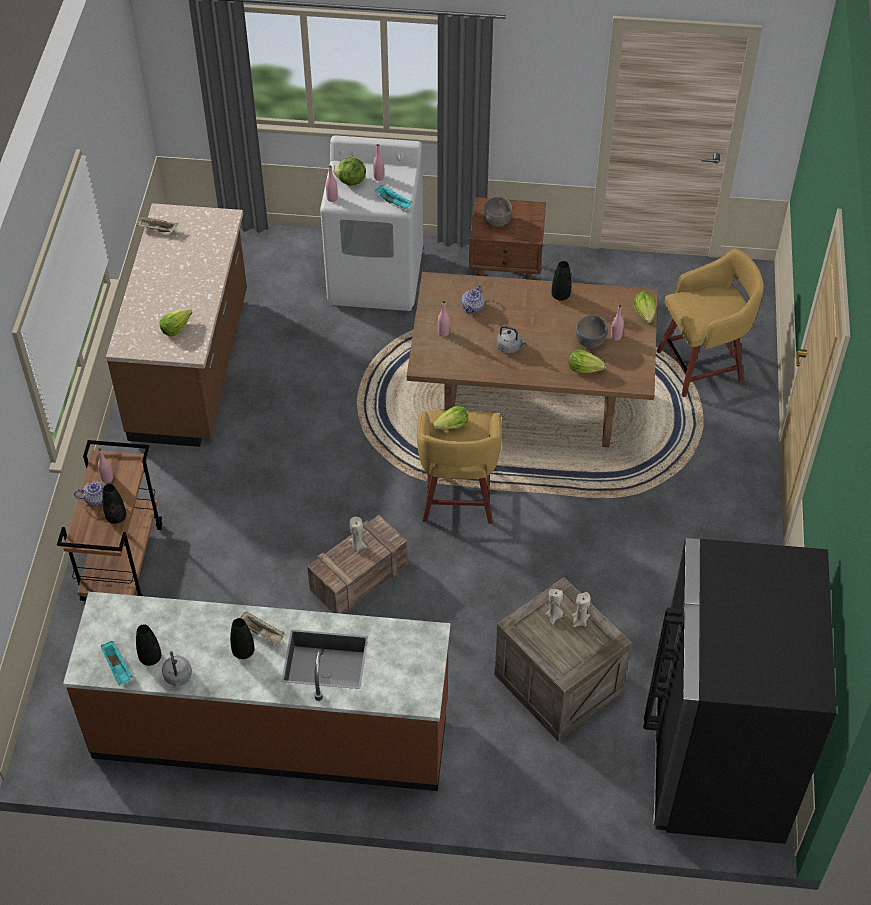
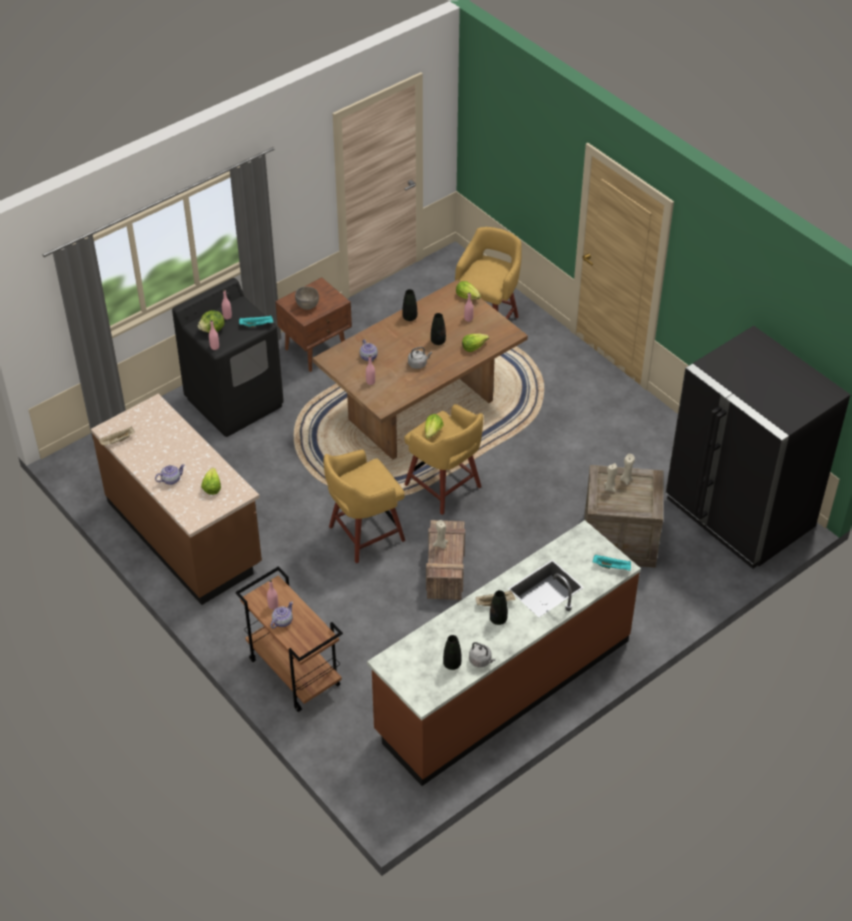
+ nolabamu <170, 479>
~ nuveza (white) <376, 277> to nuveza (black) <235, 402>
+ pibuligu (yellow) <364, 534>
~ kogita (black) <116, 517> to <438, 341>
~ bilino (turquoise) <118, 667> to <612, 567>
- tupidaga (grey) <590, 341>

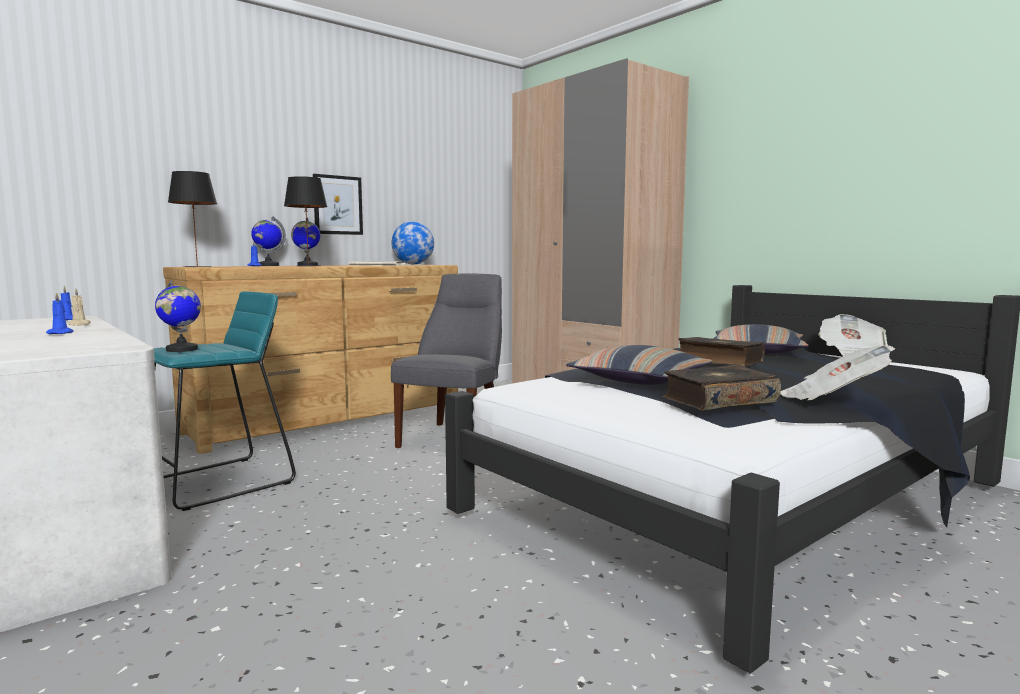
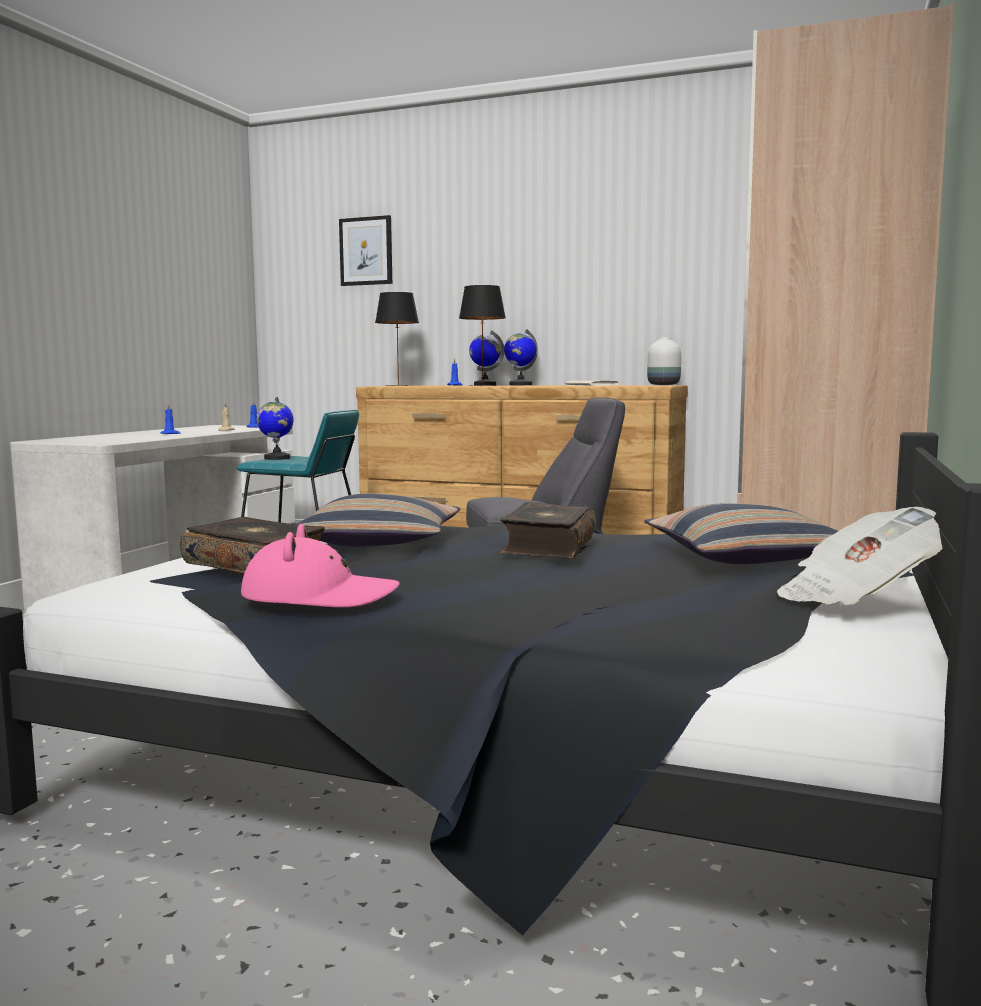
~ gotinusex <833, 399> to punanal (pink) <319, 596>
~ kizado <338, 205> to <366, 251>
~ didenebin <413, 264> to kogita (white) <663, 385>

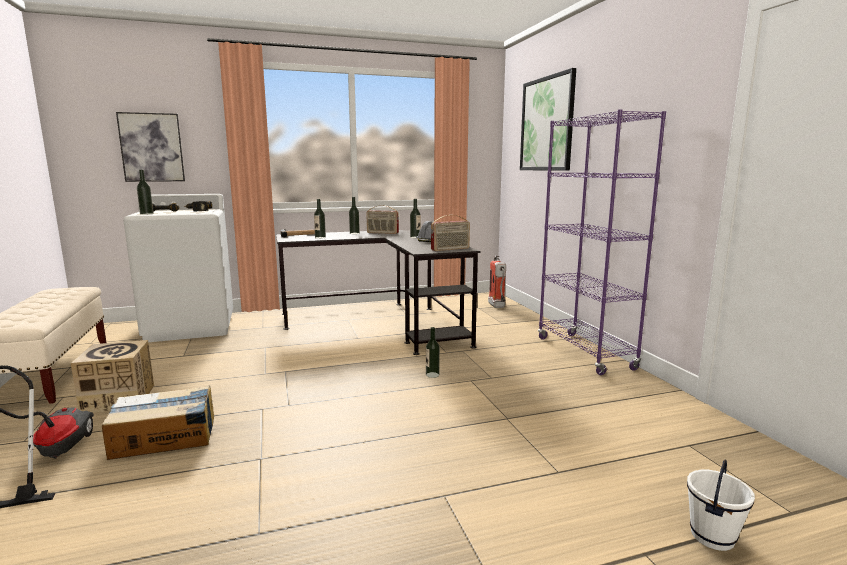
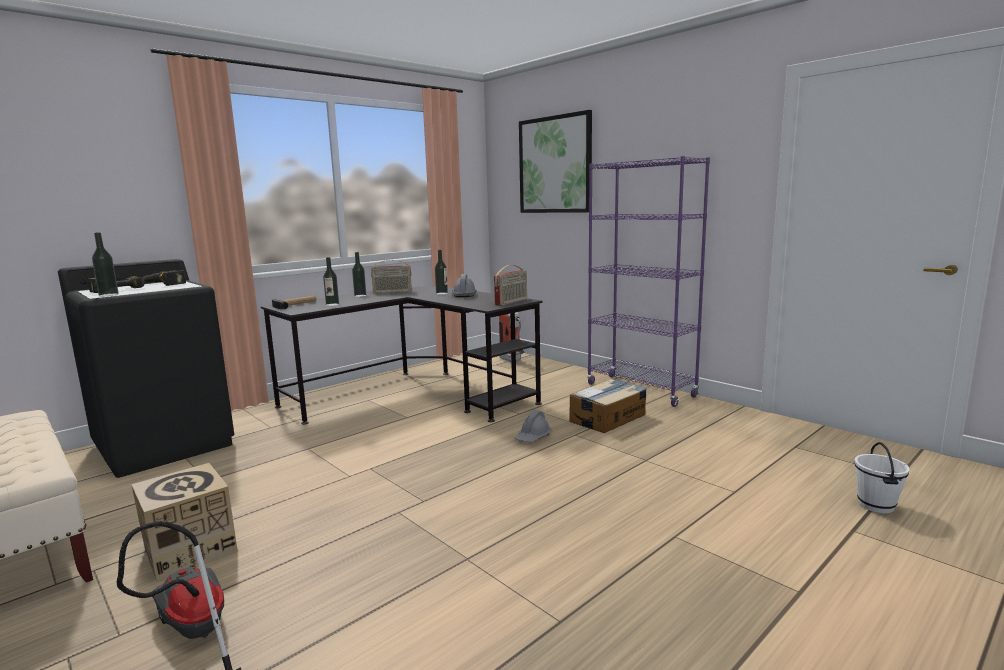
~ nuveza (white) <191, 327> to nuveza (black) <165, 445>
~ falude <432, 375> to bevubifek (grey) <533, 437>
~ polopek <165, 437> to <608, 418>
- kizado <152, 147>

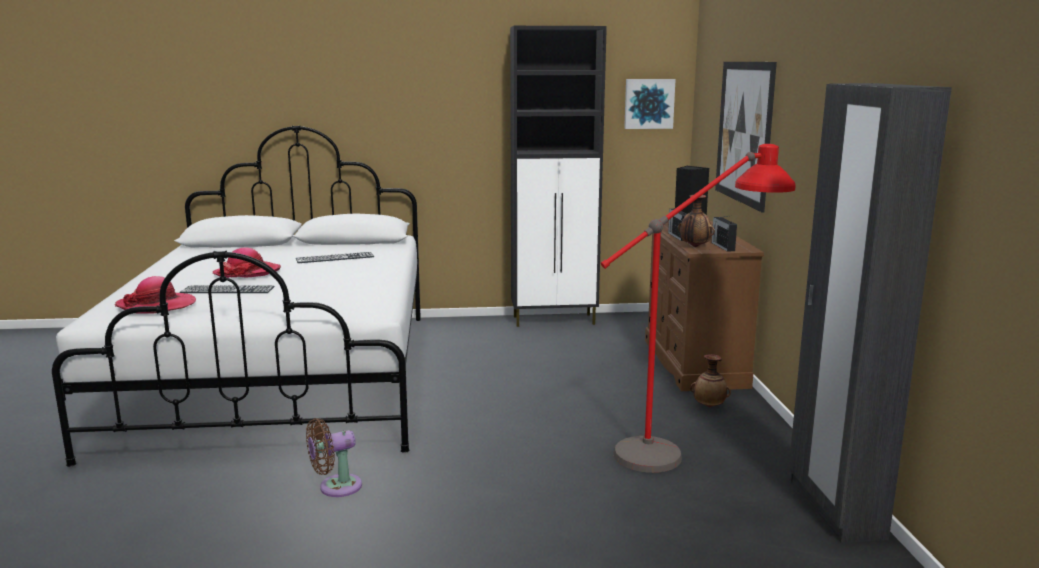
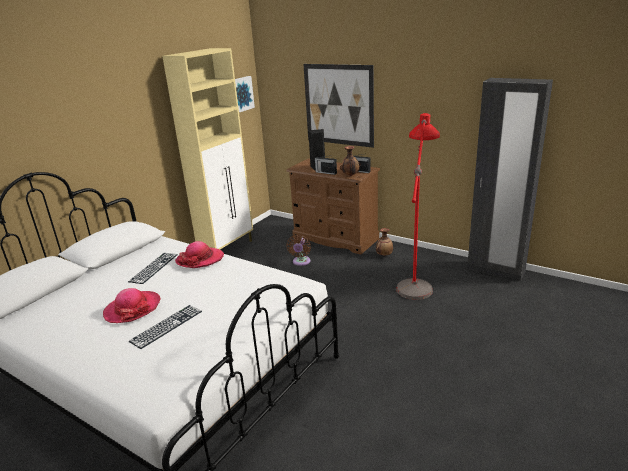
~ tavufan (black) <555, 320> to tavufan (beige) <227, 249>
~ punanal <157, 306> to <200, 259>
~ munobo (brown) <336, 487> to <301, 262>

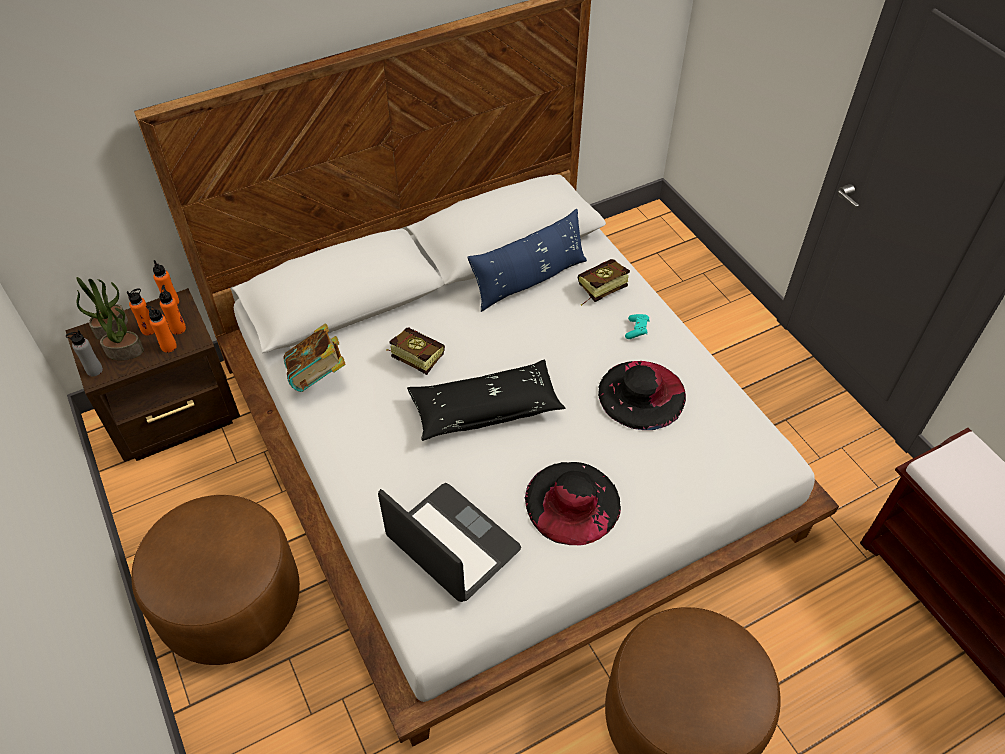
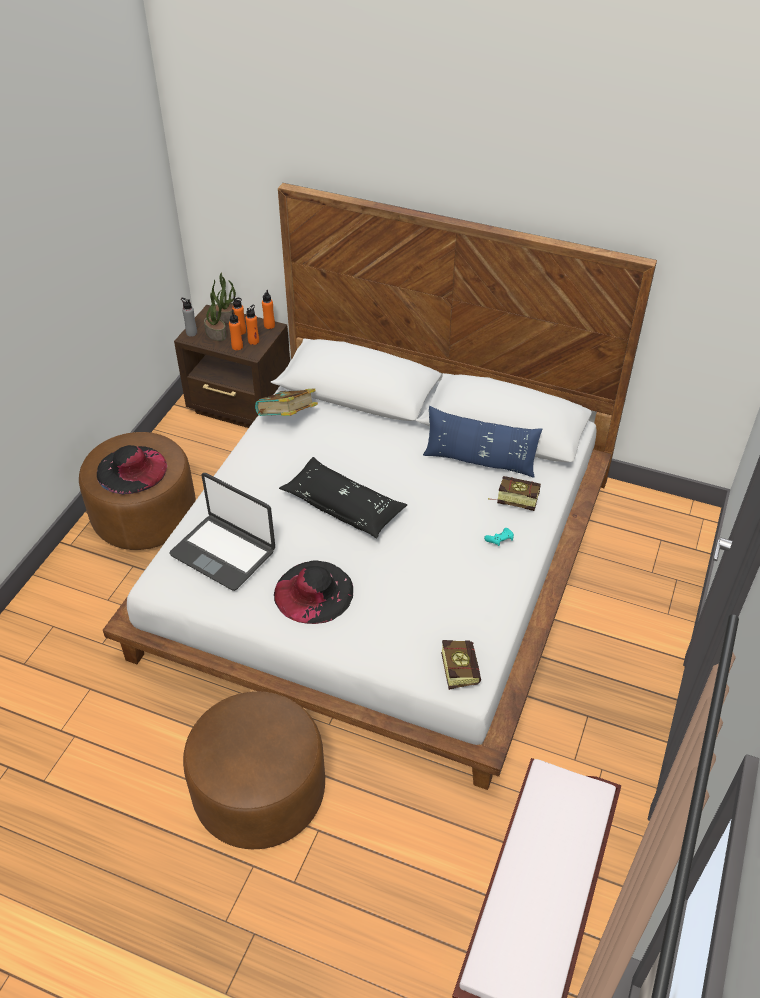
~ punanal (black) <642, 394> to <131, 469>
~ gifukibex <452, 544> = <223, 552> 120 degrees clockwise
~ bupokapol <413, 356> to <458, 667>

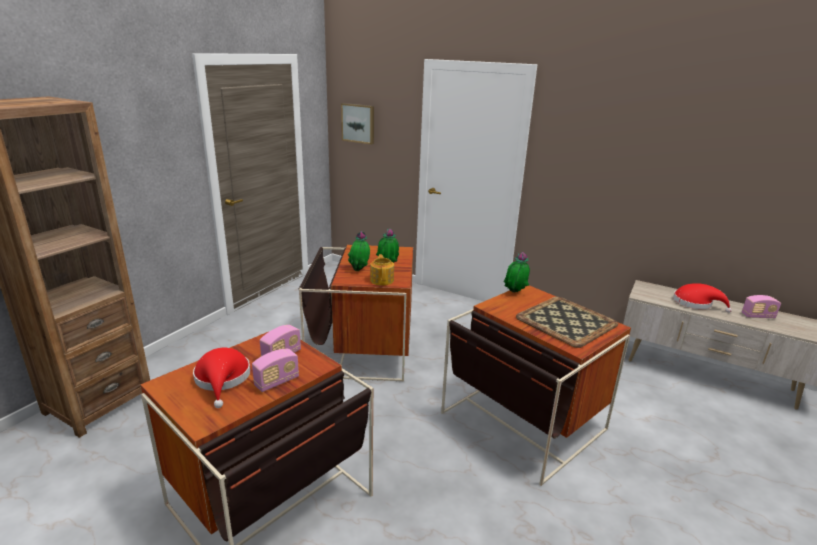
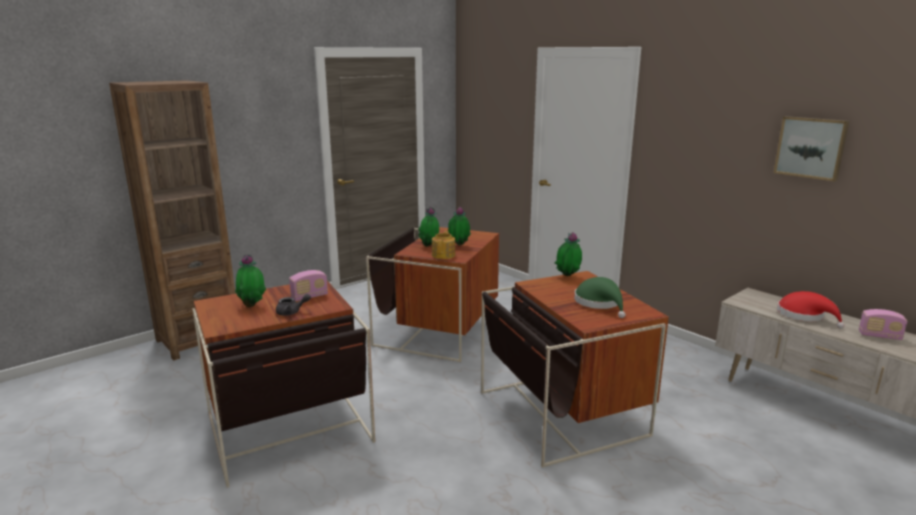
~ punanal (red) <222, 379> to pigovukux <252, 305>
~ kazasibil <277, 382> to nolabamu (grey) <291, 312>
~ bilino <566, 321> to punanal (green) <599, 303>
~ kizado <358, 123> to <811, 147>

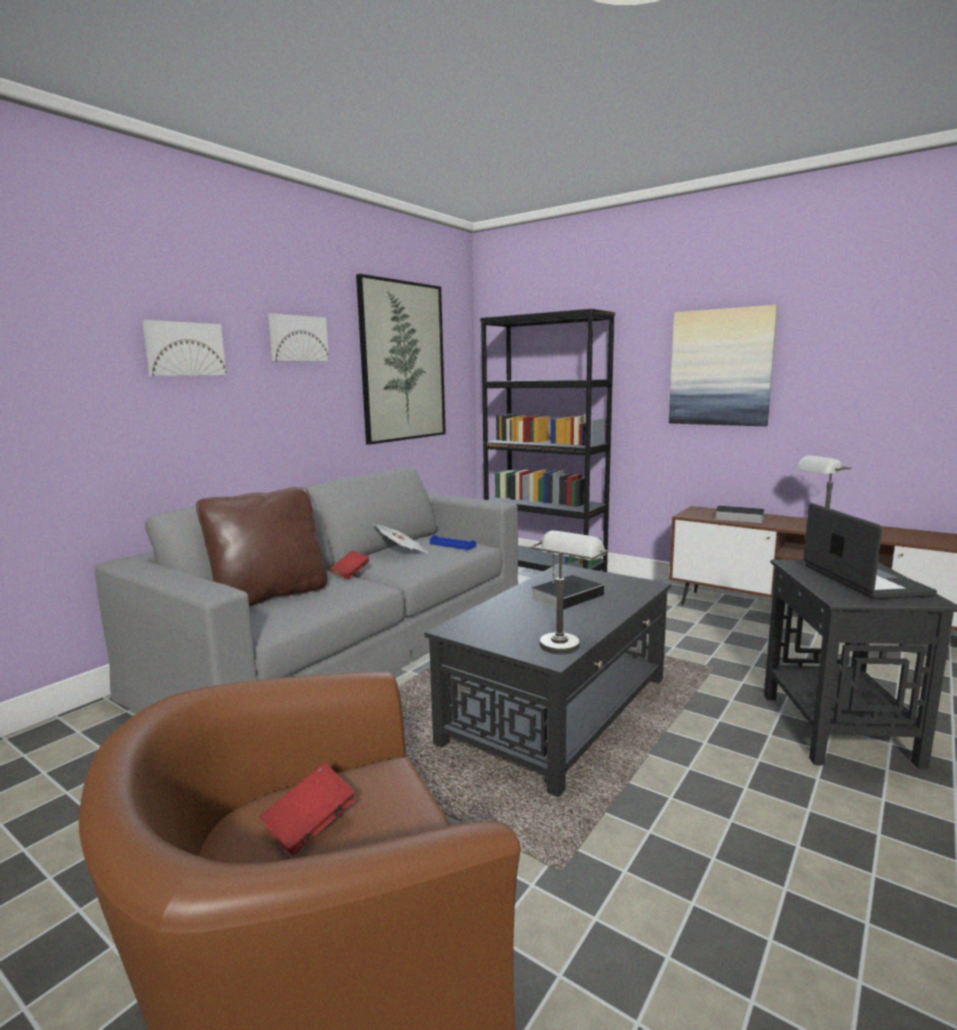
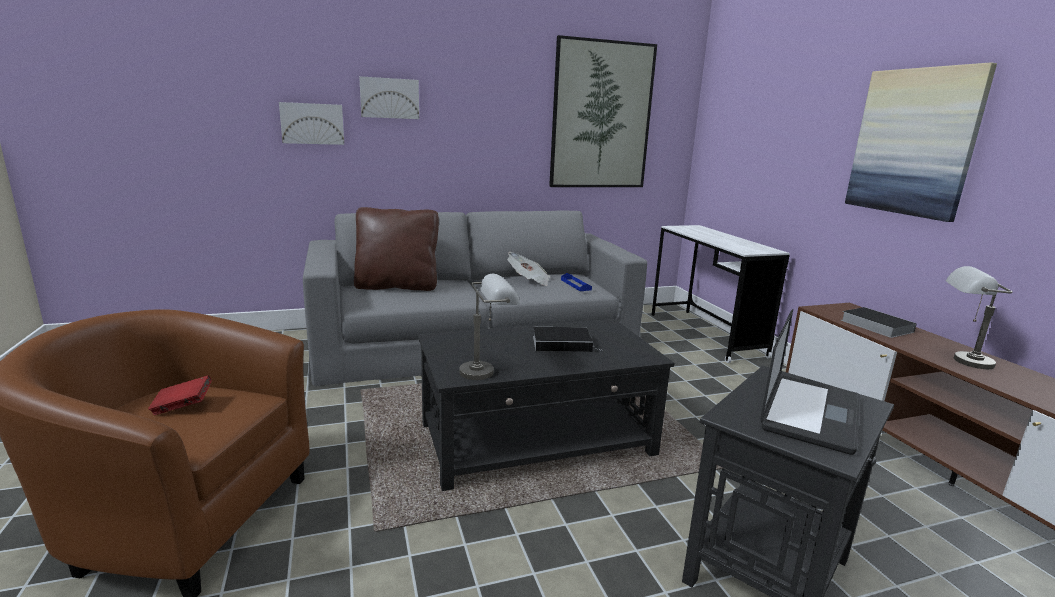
~ kizado <297, 338> to <312, 123>
~ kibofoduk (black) <545, 569> to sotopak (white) <705, 334>
- bupokapol (red) <350, 573>

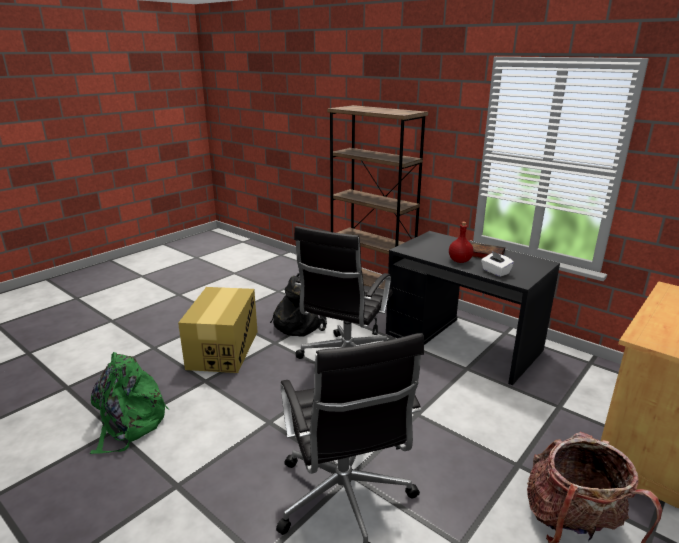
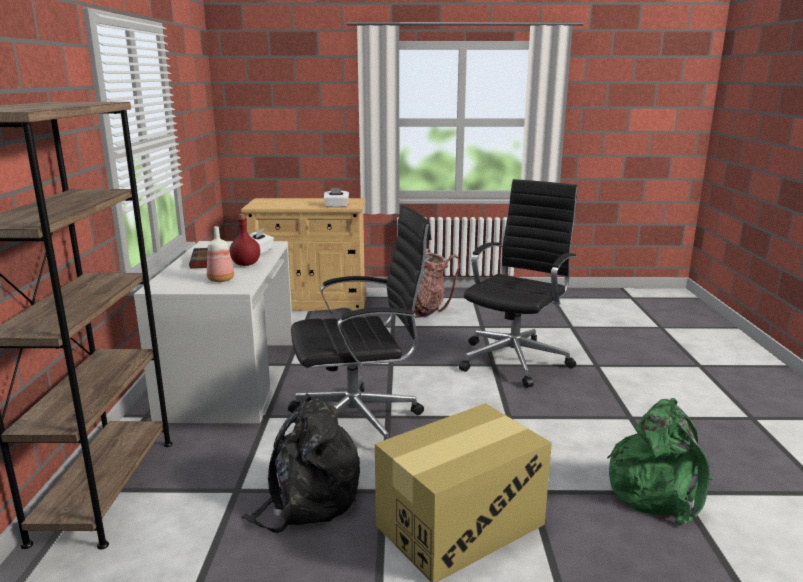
~ sotopak (black) <462, 341> to sotopak (white) <231, 378>
+ falude <220, 279>
+ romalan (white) <336, 206>

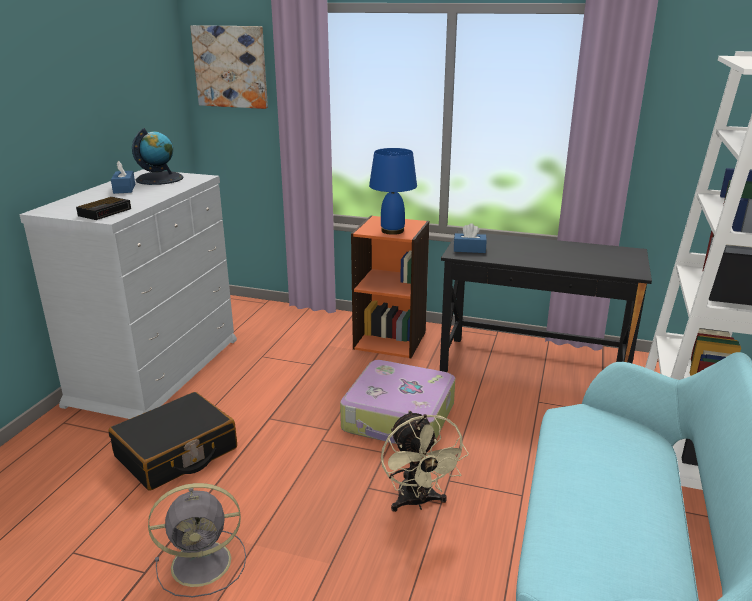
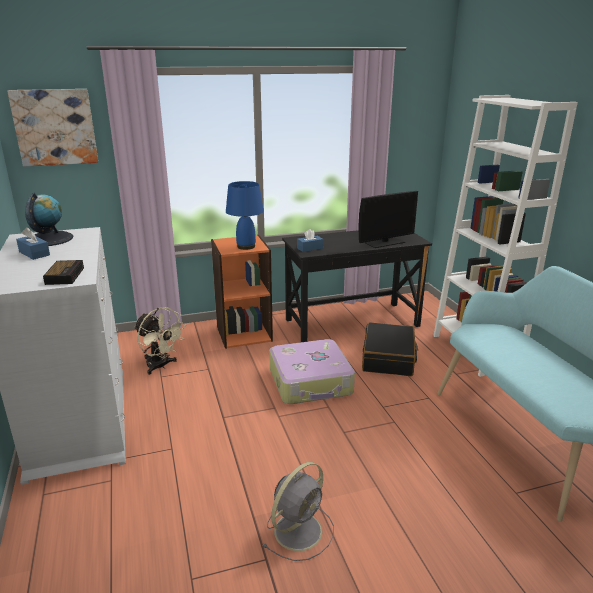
~ munobo (beige) <417, 502> to <161, 366>
+ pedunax <385, 242>
~ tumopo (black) <176, 453> to <388, 358>

